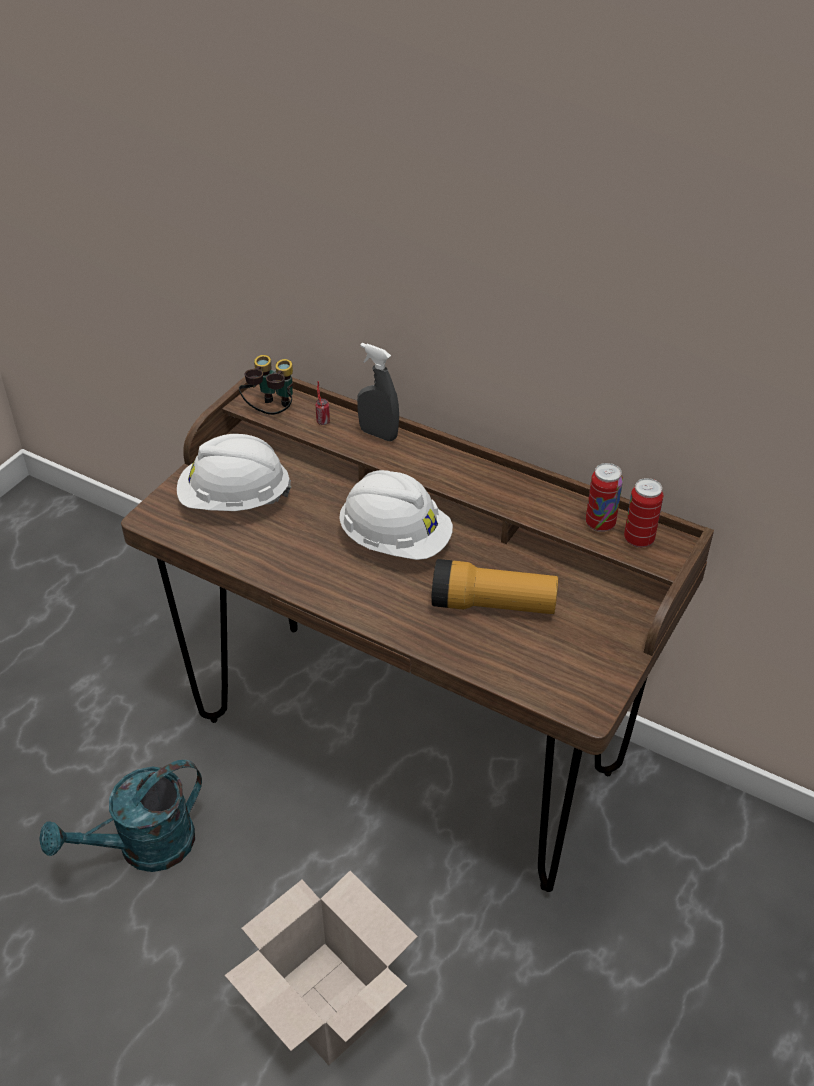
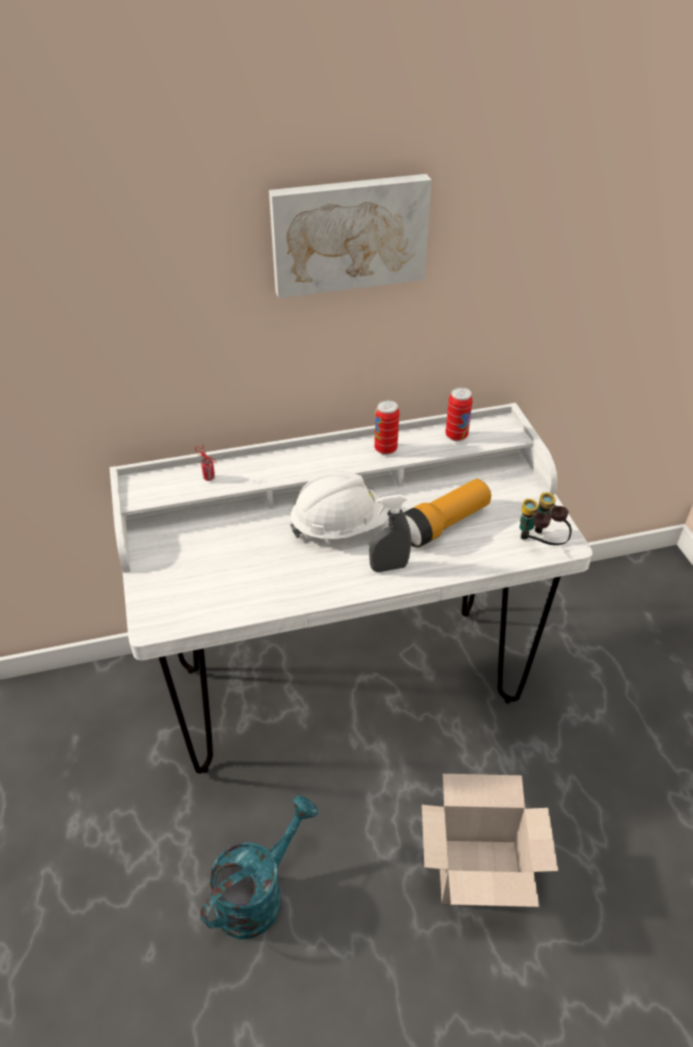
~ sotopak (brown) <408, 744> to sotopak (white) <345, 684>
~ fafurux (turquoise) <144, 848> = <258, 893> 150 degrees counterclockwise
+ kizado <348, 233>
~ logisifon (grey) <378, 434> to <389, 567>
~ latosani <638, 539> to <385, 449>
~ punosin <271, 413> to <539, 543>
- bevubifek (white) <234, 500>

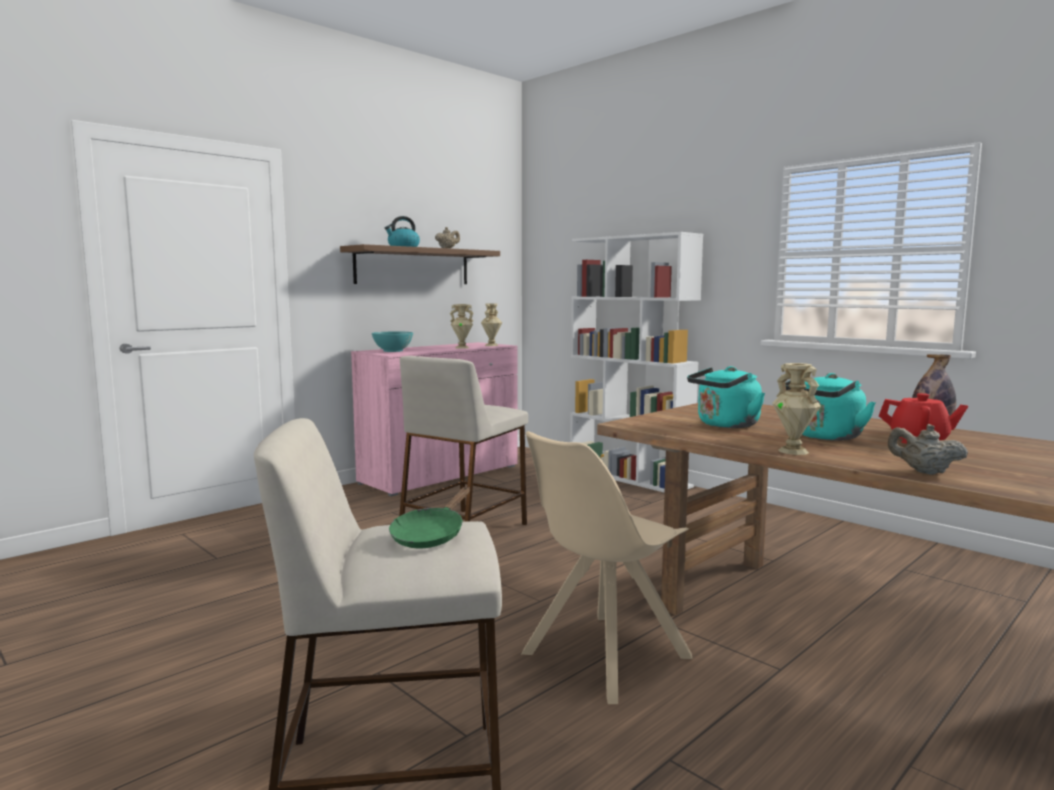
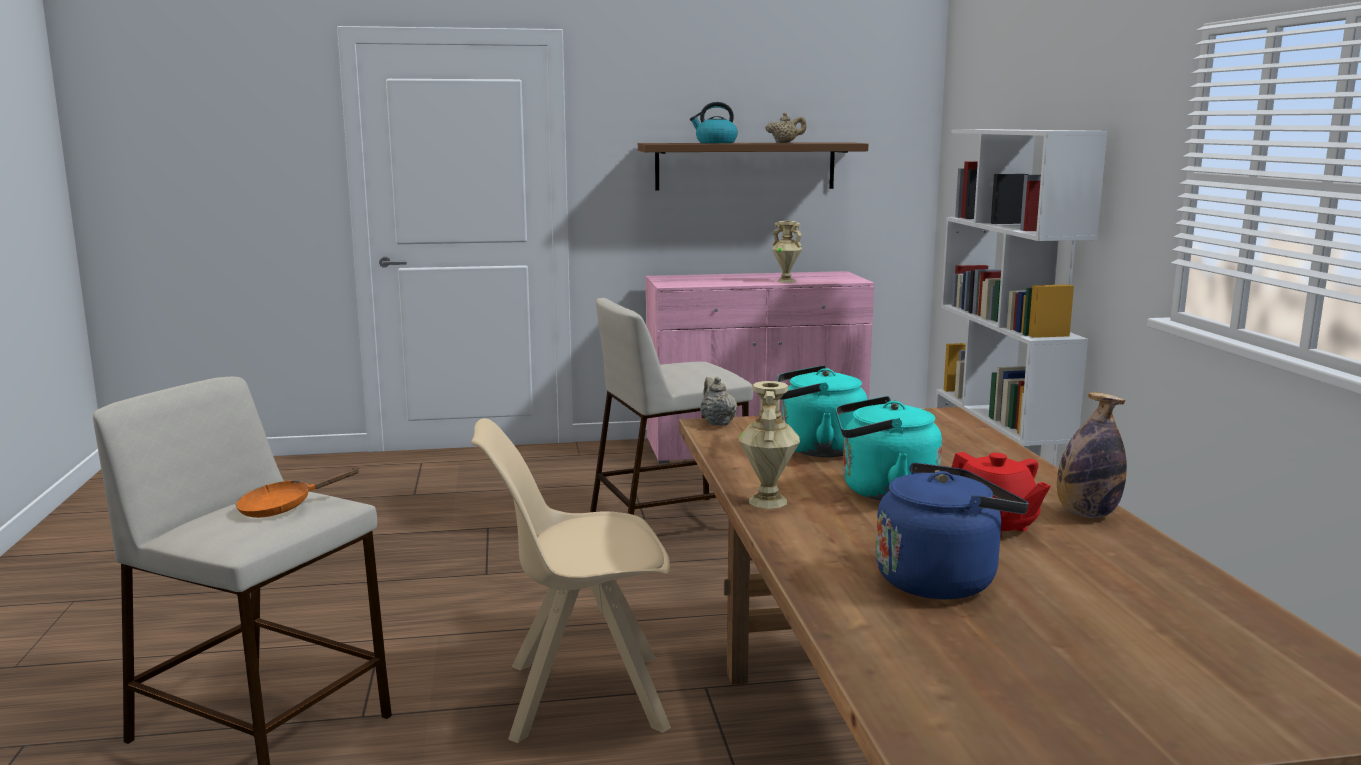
~ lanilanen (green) <431, 535> to lanilanen (orange) <283, 507>
~ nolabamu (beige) <924, 472> to <717, 423>
+ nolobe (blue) <941, 580>
- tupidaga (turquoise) <392, 351>
- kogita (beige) <492, 345>

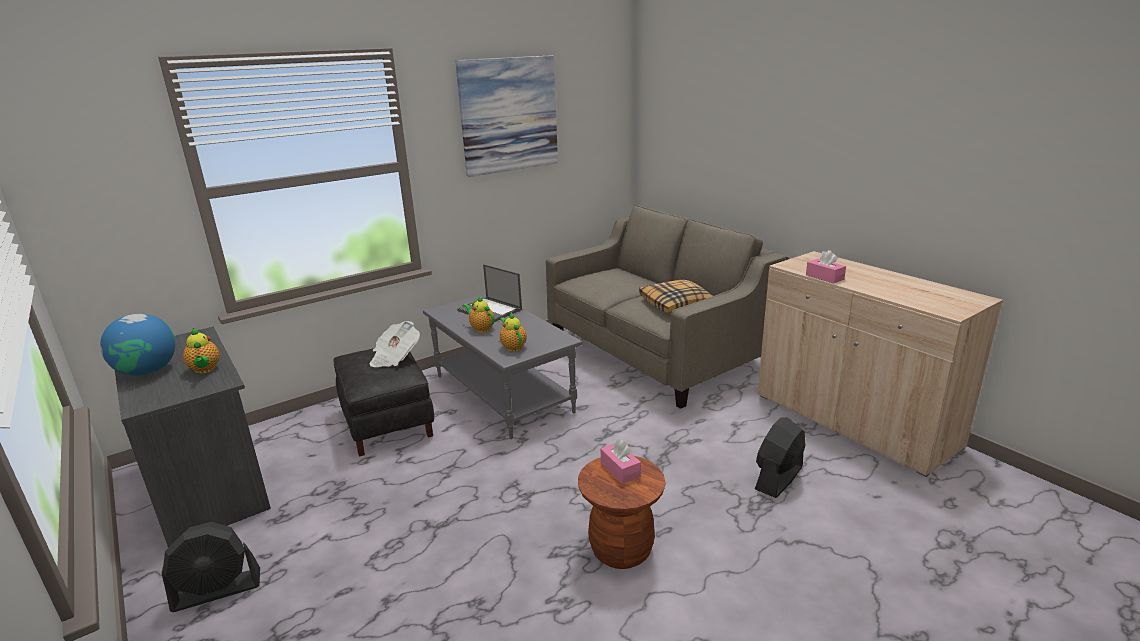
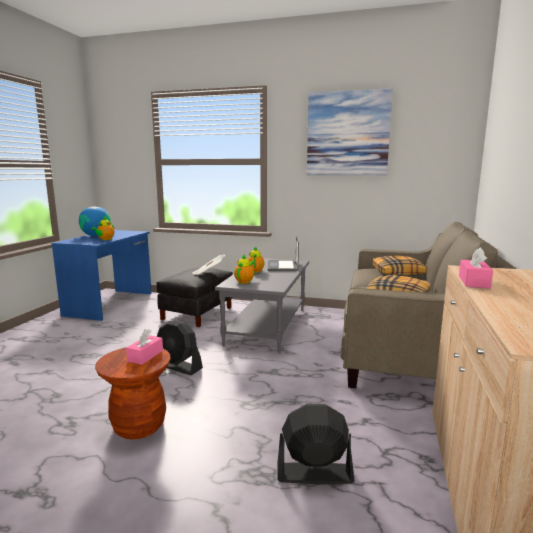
~ sotopak (grey) <210, 482> to sotopak (blue) <111, 304>
~ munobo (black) <217, 590> to <178, 367>
+ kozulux <398, 272>

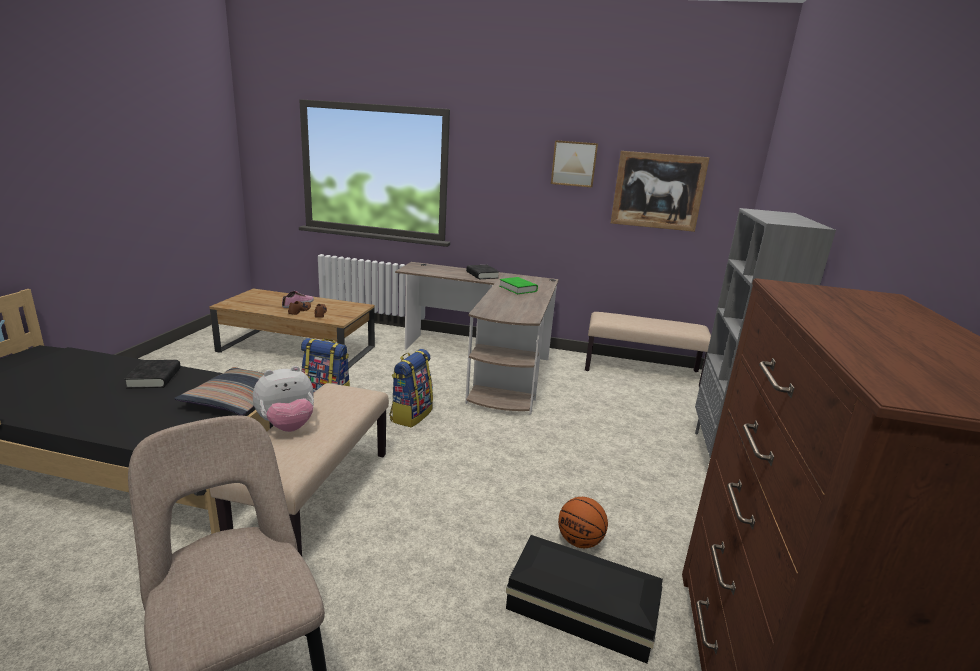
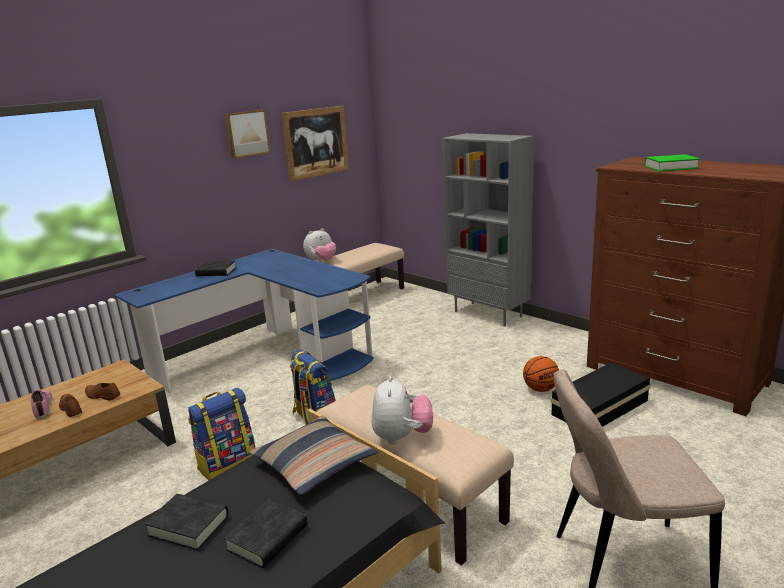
~ sotopak (brown) <487, 366> to sotopak (blue) <268, 358>
+ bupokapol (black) <267, 538>
+ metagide <321, 261>
~ bupokapol (green) <518, 289> to <670, 167>

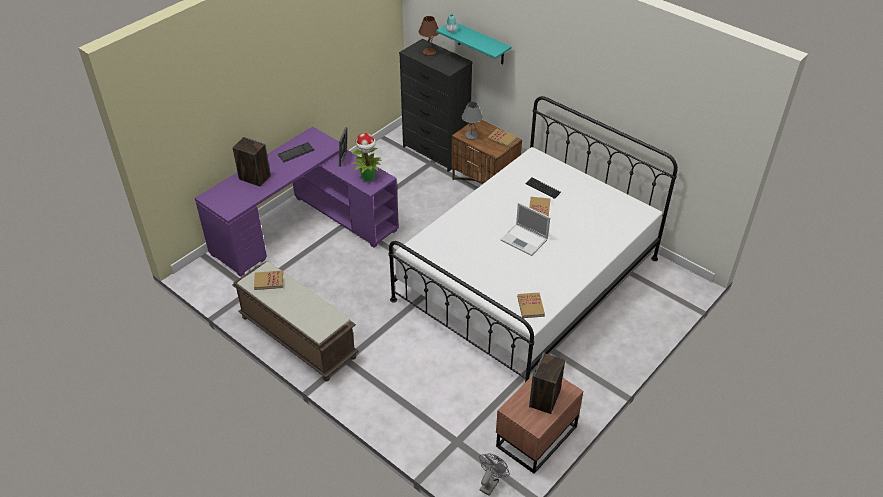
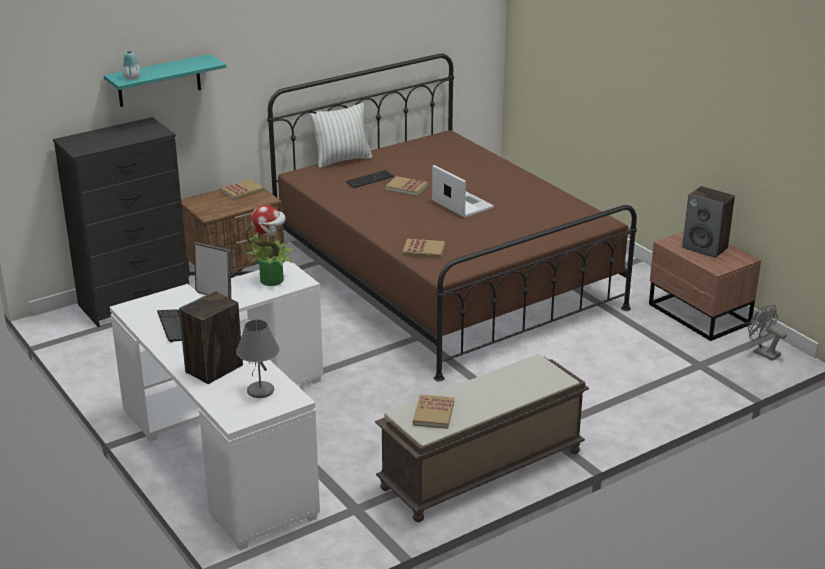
~ sotopak (purple) <304, 226> to sotopak (white) <228, 440>
~ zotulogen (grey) <471, 136> to <260, 391>
~ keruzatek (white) <527, 278> to keruzatek (brown) <444, 278>
+ kozulux <342, 160>
~ bupokapol <530, 306> to <423, 251>
~ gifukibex <525, 240> = <461, 204> 90 degrees counterclockwise
- zotulogen (brown) <429, 52>

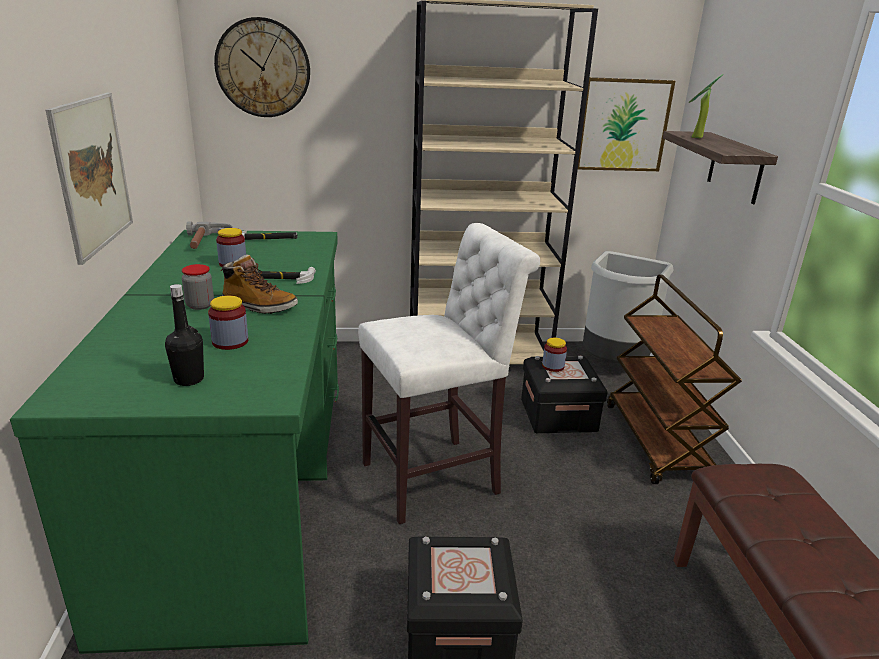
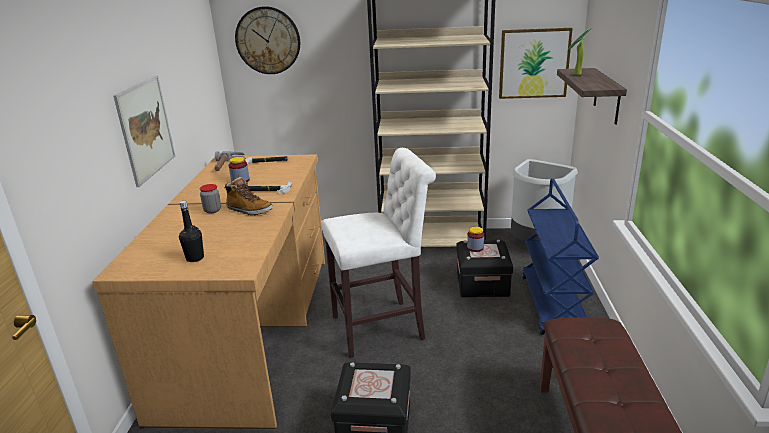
~ sotopak (green) <247, 485> to sotopak (brown) <253, 330>
~ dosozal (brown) <657, 443> to dosozal (blue) <553, 305>
- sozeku <230, 342>

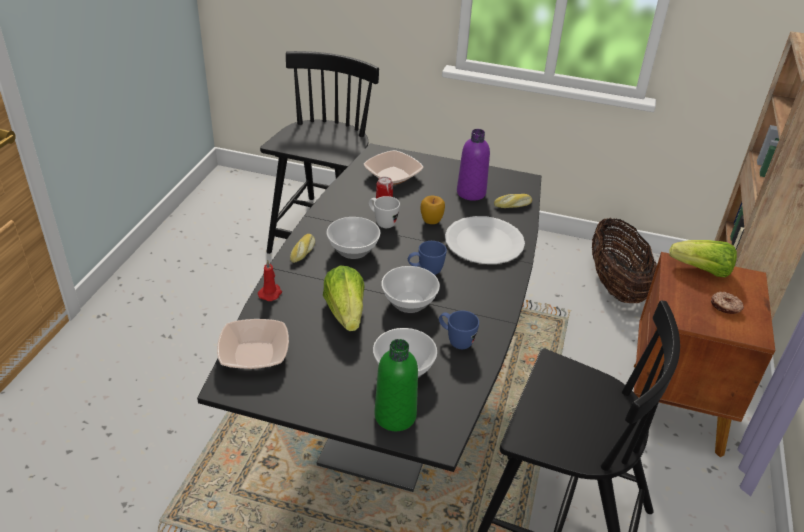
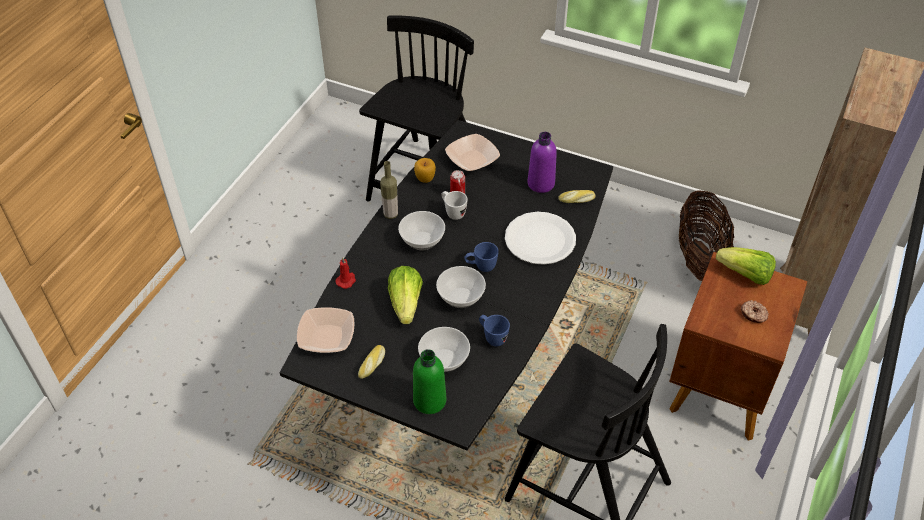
~ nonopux <303, 252> to <372, 364>
+ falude <391, 214>
~ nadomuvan <431, 222> to <425, 180>

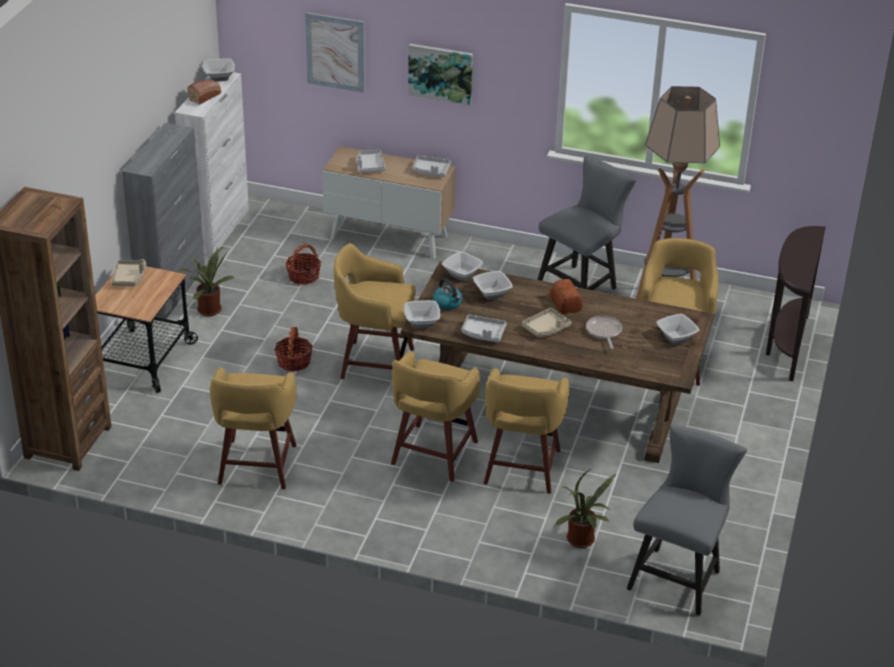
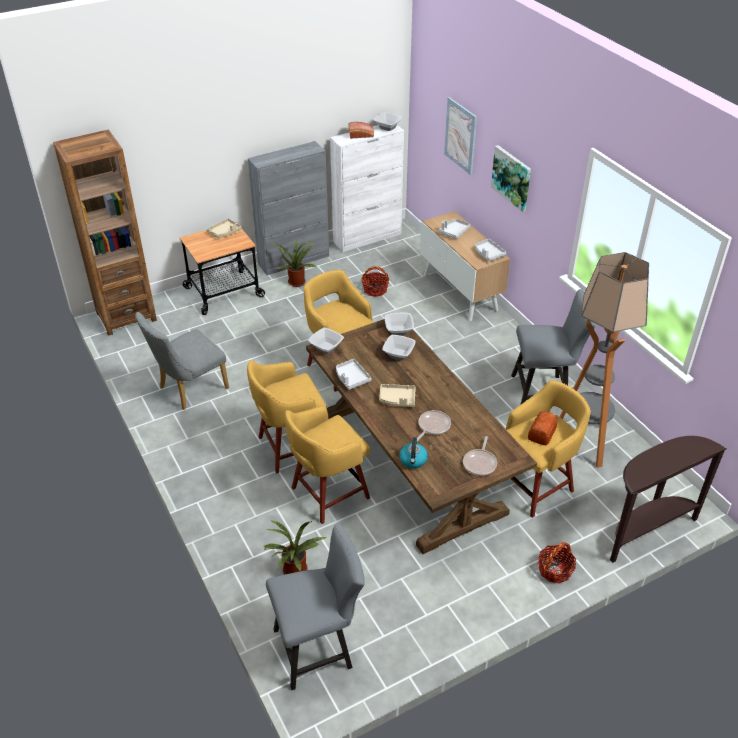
~ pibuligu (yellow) <256, 466> to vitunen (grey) <189, 389>
~ nolobe <448, 303> to <413, 460>
~ tupidaga <676, 337> to lanilanen <480, 463>
~ nonopux <566, 303> to <542, 433>
~ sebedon <294, 362> to <555, 570>

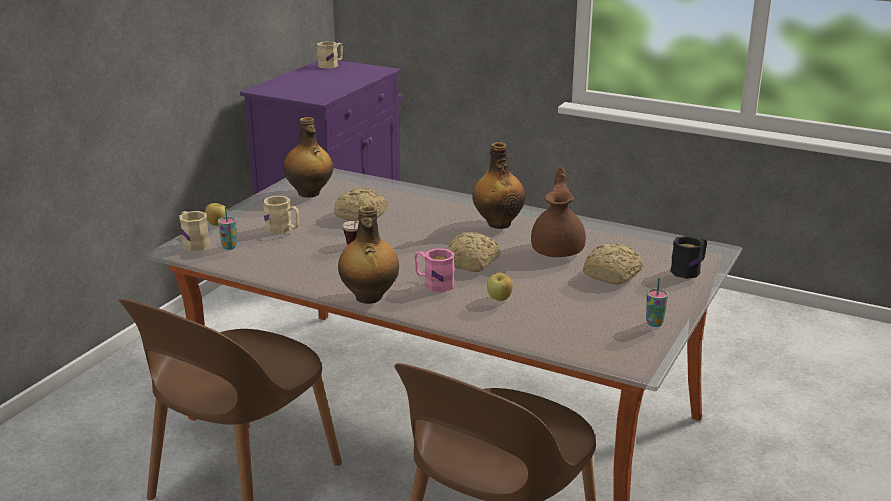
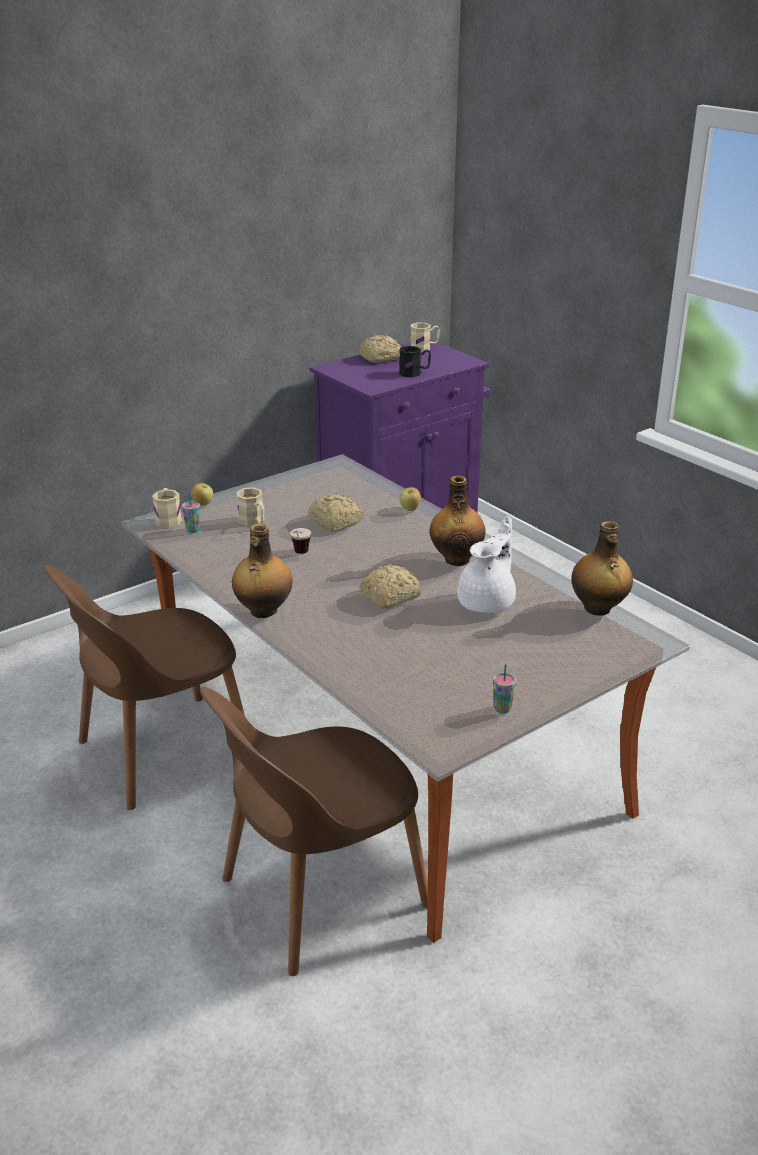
~ nonopux <613, 274> to <381, 358>
~ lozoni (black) <689, 270> to <414, 373>
~ nadomuvan <499, 299> to <410, 509>
~ nolabamu (brown) <558, 249> to nolabamu (white) <488, 602>
~ falude <309, 193> to <598, 609>
- lozoni (pink) <433, 283>

